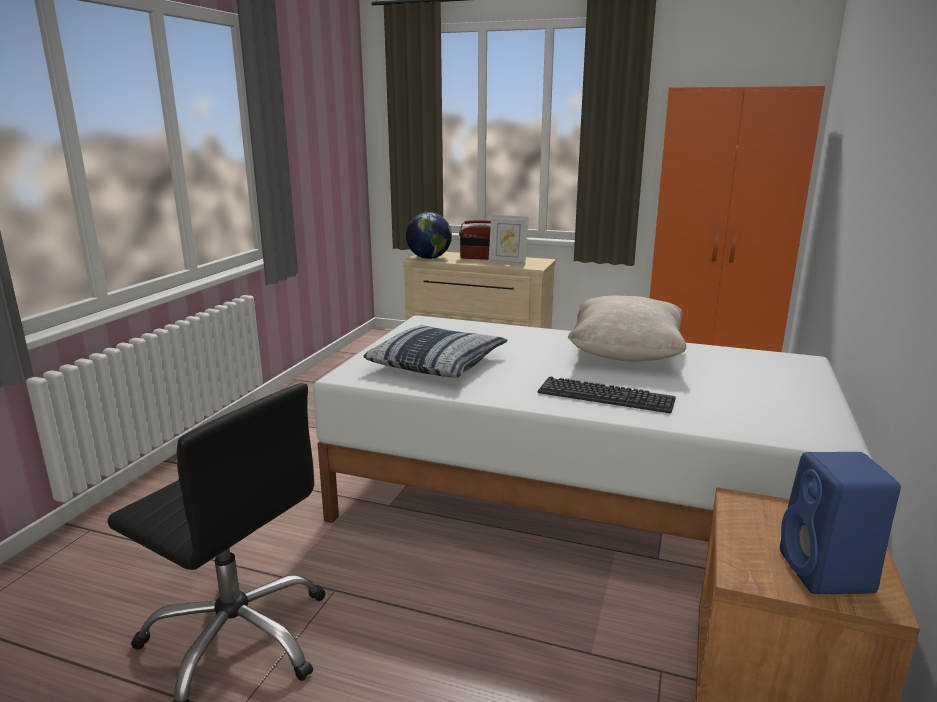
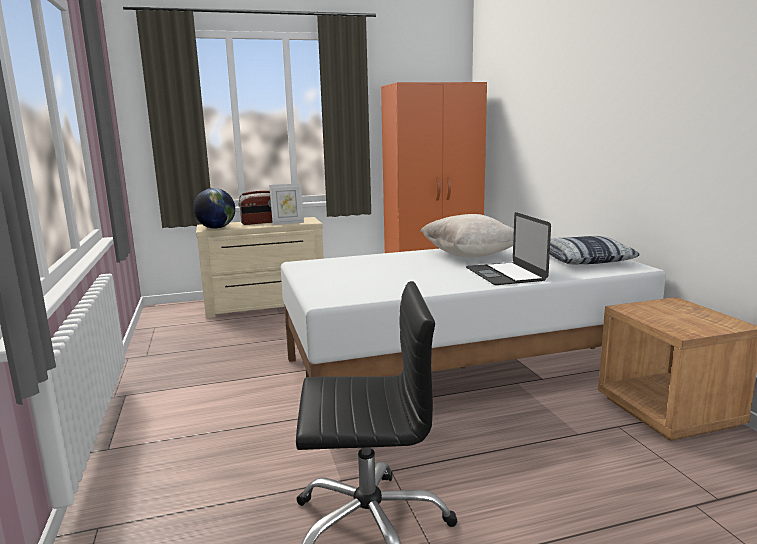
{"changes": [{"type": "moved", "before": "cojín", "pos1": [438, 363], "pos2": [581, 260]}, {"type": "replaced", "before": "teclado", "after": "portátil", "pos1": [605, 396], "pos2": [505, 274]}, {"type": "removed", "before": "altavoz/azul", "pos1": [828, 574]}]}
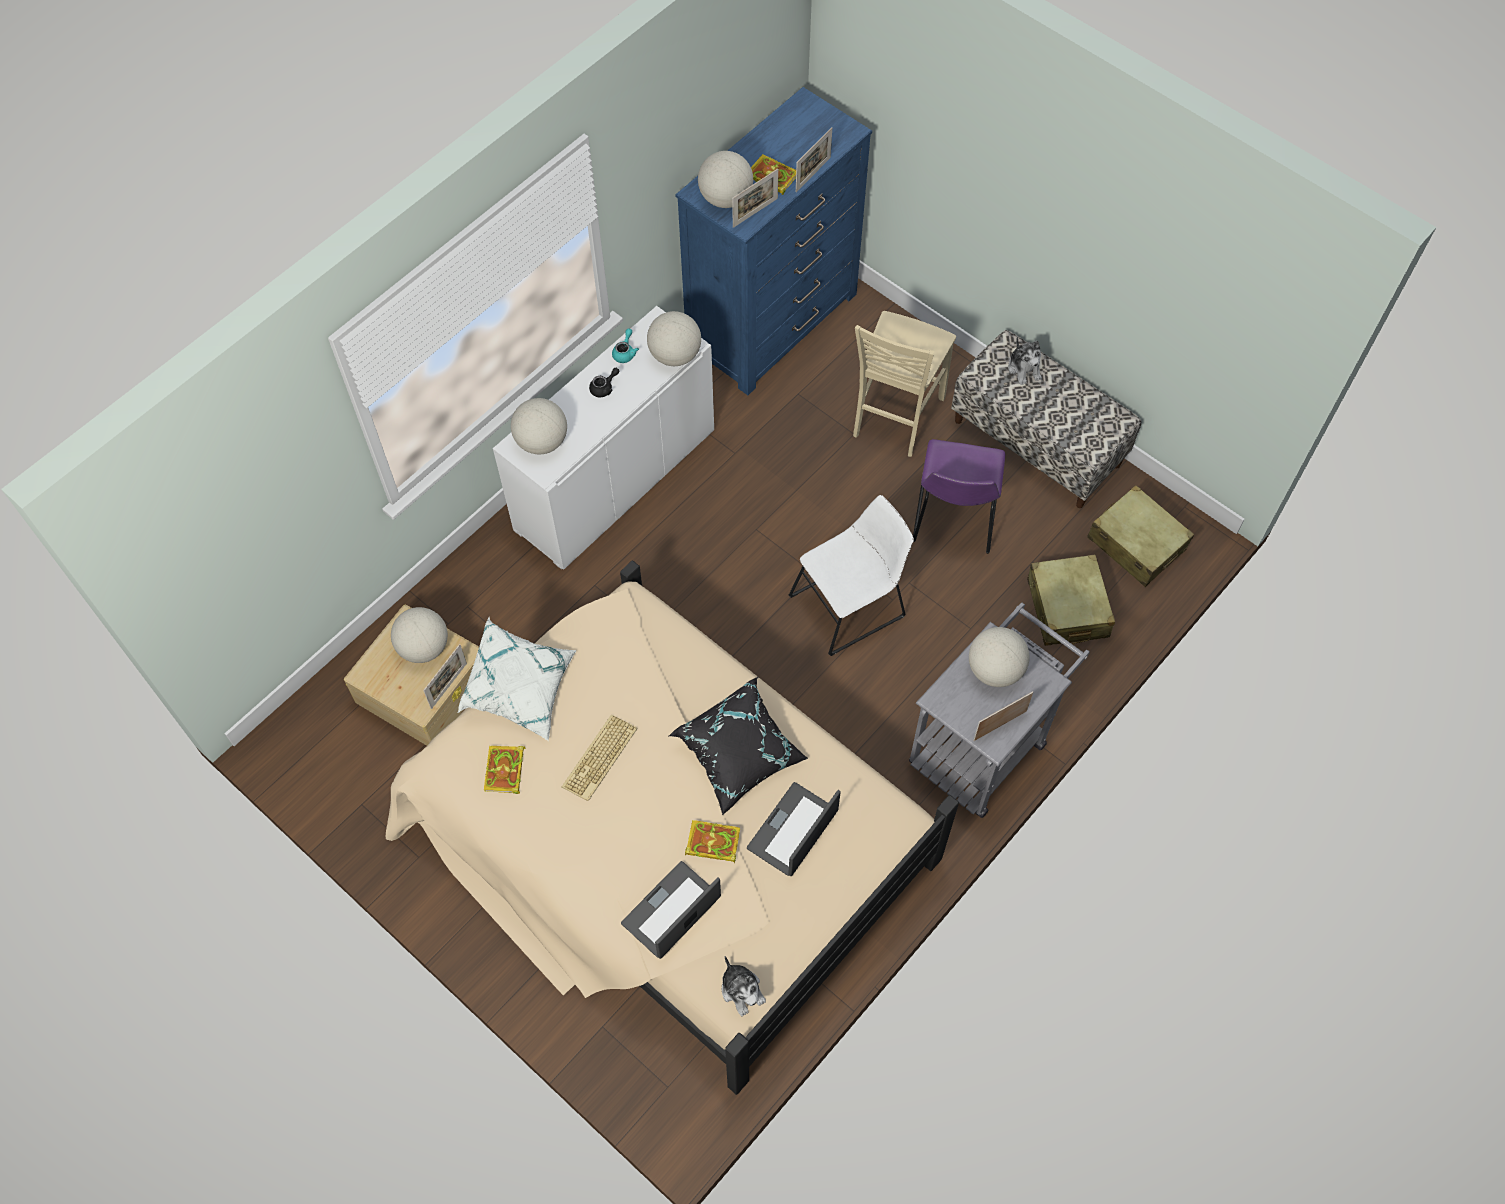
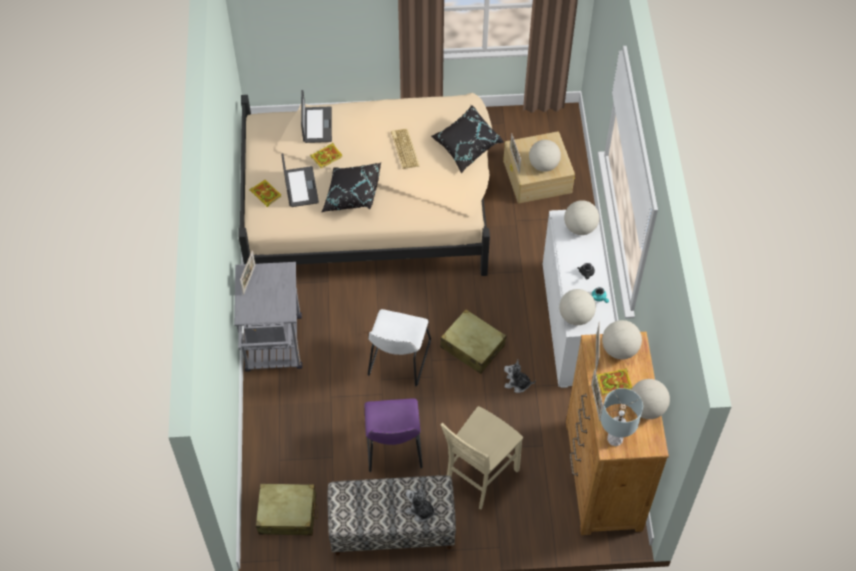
{"changes": [{"type": "recoloured", "before": "cómoda/azul", "after": "cómoda/marrón", "pos1": [773, 322], "pos2": [602, 475]}, {"type": "turned", "before": "silla/beis", "pos1": [895, 417], "pos2": [479, 477], "turn": -120}, {"type": "turned", "before": "silla/morado", "pos1": [954, 517], "pos2": [394, 447], "turn": -150}, {"type": "moved", "before": "maleta/beis", "pos1": [1067, 608], "pos2": [472, 346]}, {"type": "recoloured", "before": "cojín/blanco", "after": "cojín/negro", "pos1": [521, 689], "pos2": [466, 147]}, {"type": "moved", "before": "globo terráqueo", "pos1": [994, 670], "pos2": [646, 408]}, {"type": "moved", "before": "libro", "pos1": [505, 772], "pos2": [265, 194]}, {"type": "moved", "before": "peluche", "pos1": [742, 990], "pos2": [517, 383]}, {"type": "added", "after": "lámpara de mesa/gris", "pos2": [614, 439]}]}
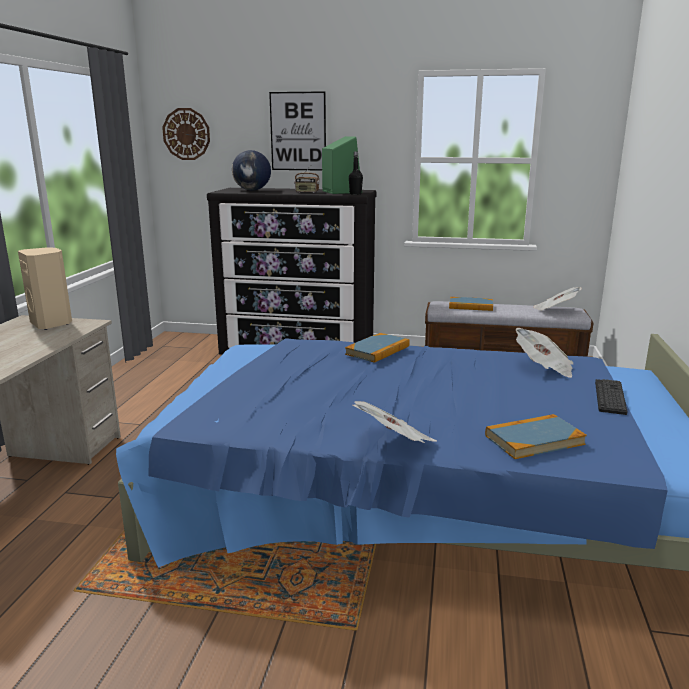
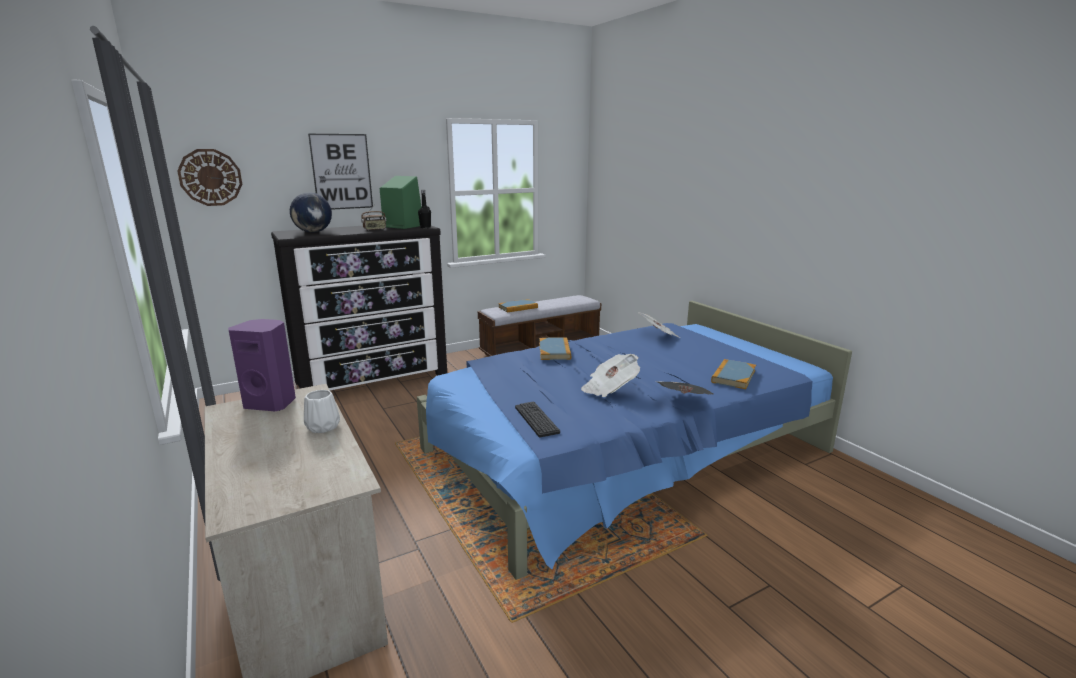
{"changes": [{"type": "recoloured", "before": "altavoz/beis", "after": "altavoz/morado", "pos1": [52, 324], "pos2": [271, 403]}, {"type": "moved", "before": "periódico", "pos1": [554, 310], "pos2": [609, 389]}, {"type": "moved", "before": "teclado", "pos1": [610, 397], "pos2": [536, 419]}, {"type": "added", "after": "florero/blanco", "pos2": [324, 427]}]}
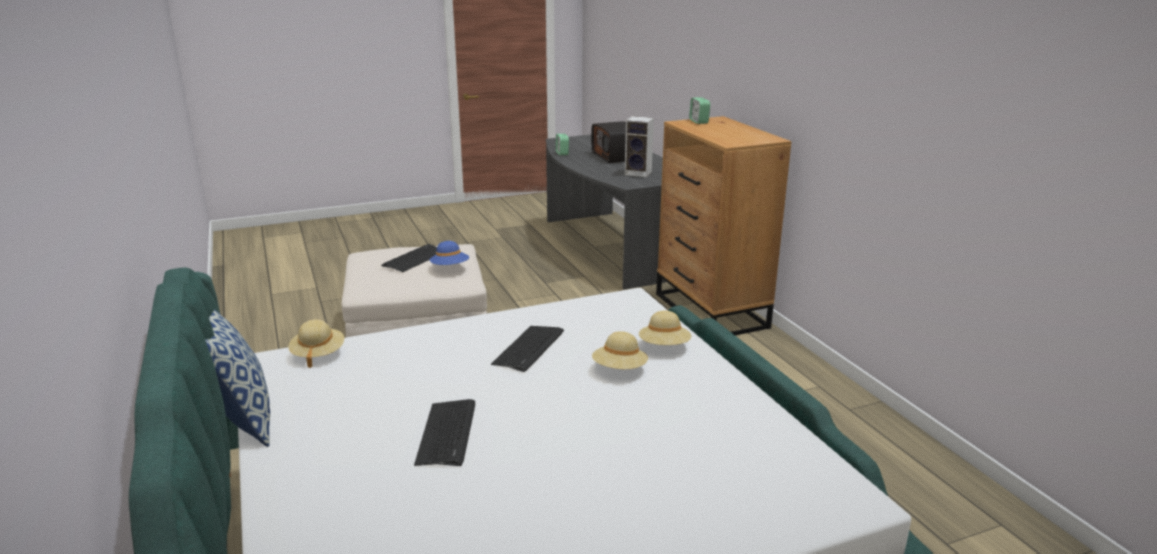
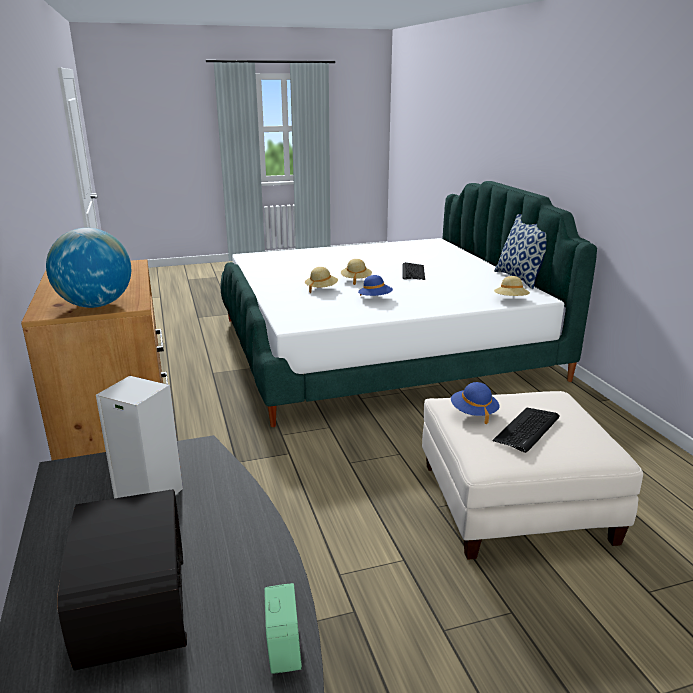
{"changes": [{"type": "replaced", "before": "despertador", "after": "globo terráqueo", "pos1": [699, 121], "pos2": [95, 305]}, {"type": "moved", "before": "sombrero/beis", "pos1": [664, 346], "pos2": [356, 280]}, {"type": "replaced", "before": "teclado", "after": "sombrero/azul", "pos1": [529, 348], "pos2": [375, 299]}]}
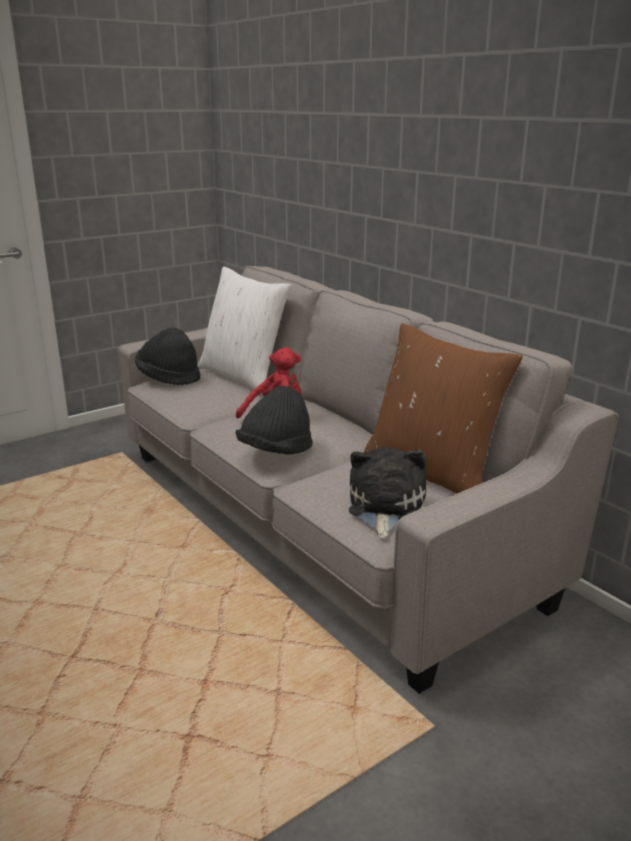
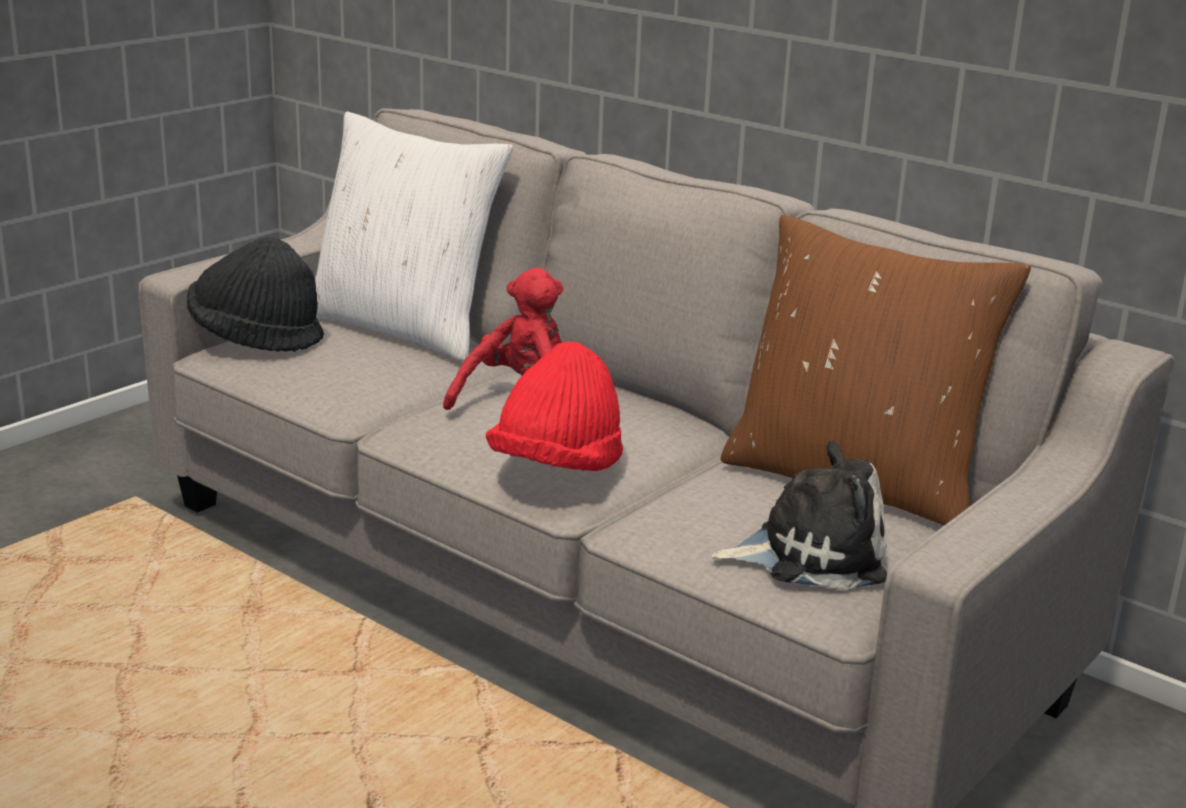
{"changes": [{"type": "recoloured", "before": "sombrero/negro", "after": "sombrero/rojo", "pos1": [275, 451], "pos2": [557, 468]}, {"type": "turned", "before": "peluche", "pos1": [384, 508], "pos2": [811, 554], "turn": 90}]}
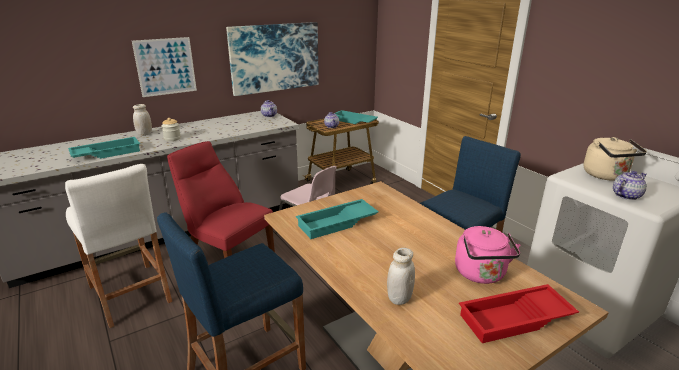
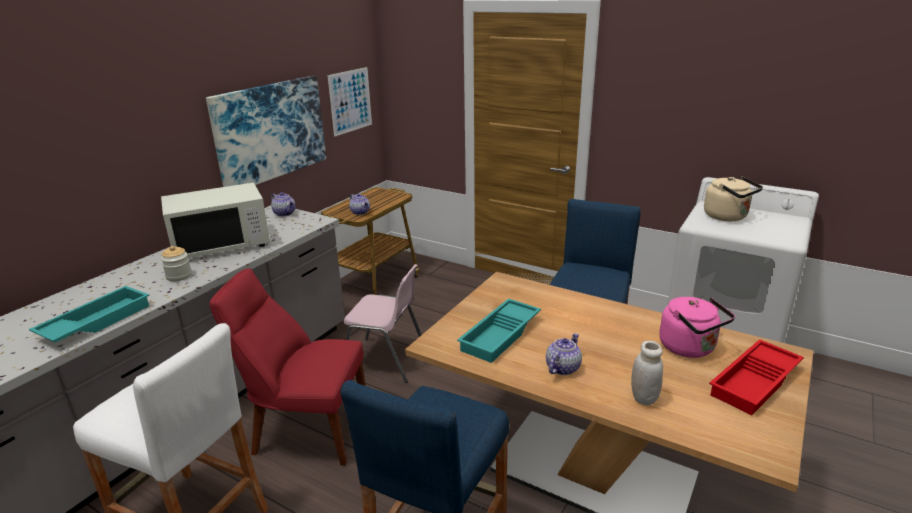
{"changes": [{"type": "moved", "before": "cuadro", "pos1": [165, 66], "pos2": [350, 101]}, {"type": "removed", "before": "tarro/blanco", "pos1": [145, 134]}, {"type": "removed", "before": "bandeja/turquesa", "pos1": [354, 121]}, {"type": "moved", "before": "tetera", "pos1": [626, 195], "pos2": [562, 367]}, {"type": "added", "after": "microondas/blanco", "pos2": [221, 245]}]}
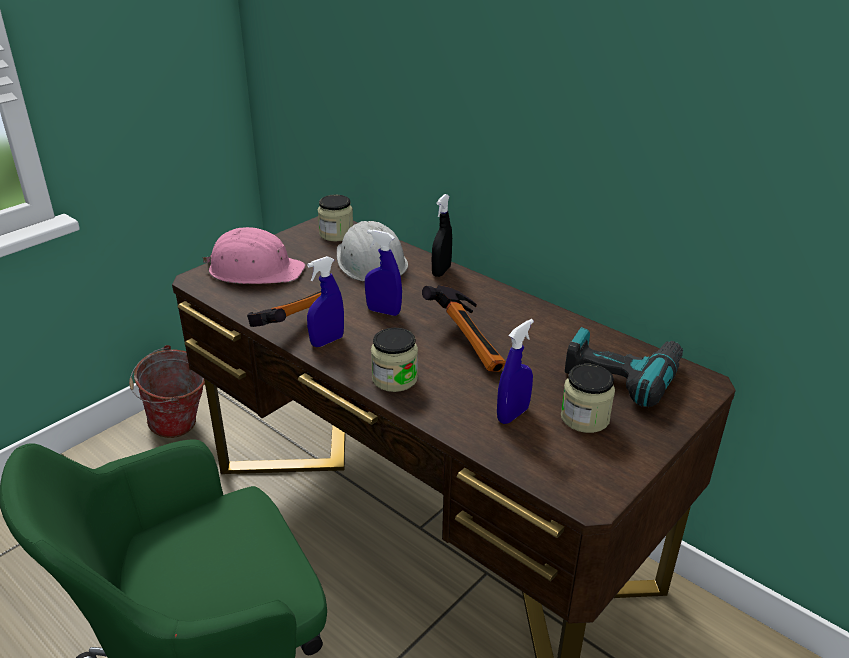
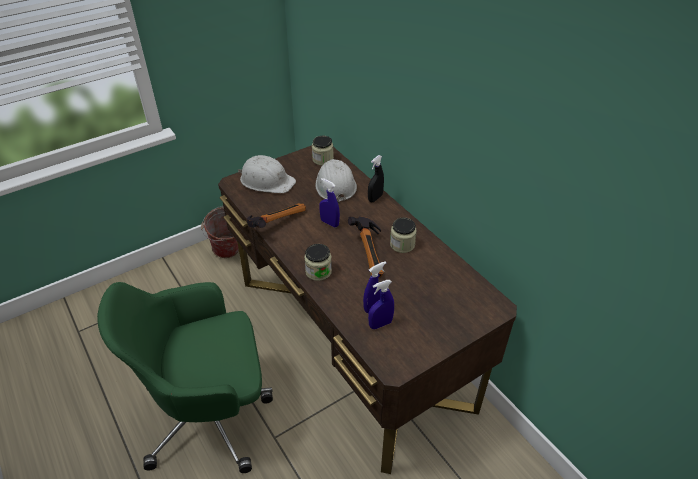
{"changes": [{"type": "recoloured", "before": "casco/rosa", "after": "casco/blanco", "pos1": [255, 270], "pos2": [267, 180]}, {"type": "moved", "before": "pulverizador/azul", "pos1": [327, 341], "pos2": [380, 324]}, {"type": "removed", "before": "taladro", "pos1": [622, 374]}, {"type": "moved", "before": "tarro", "pos1": [585, 418], "pos2": [402, 244]}]}
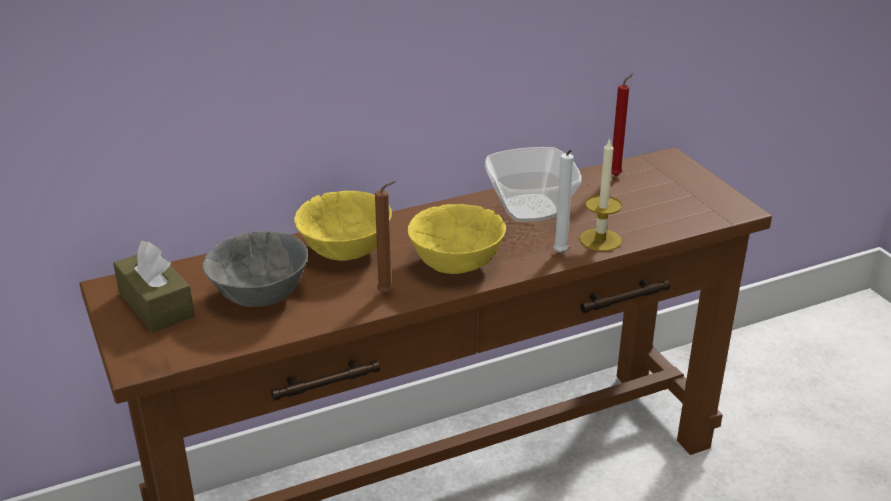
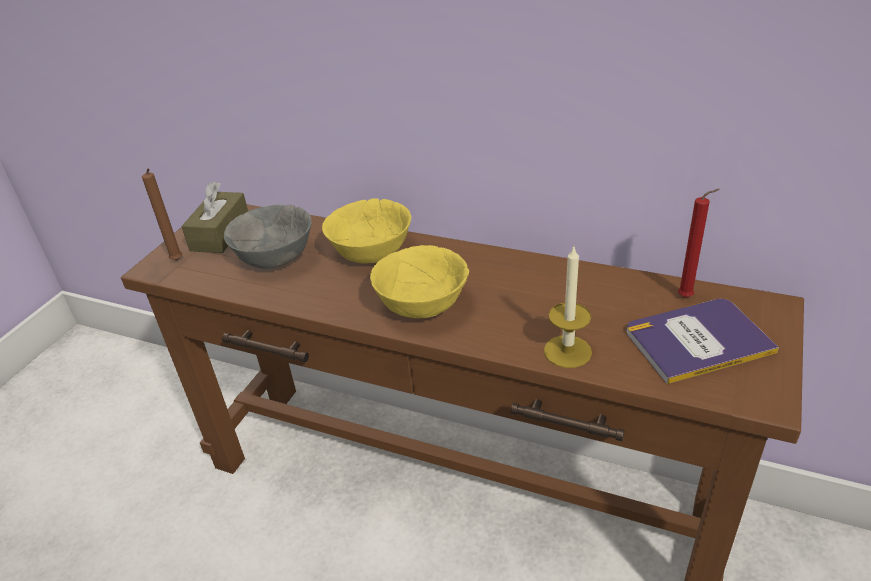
{"changes": [{"type": "removed", "before": "cuenco", "pos1": [529, 209]}, {"type": "removed", "before": "vela/blanco", "pos1": [561, 254]}, {"type": "moved", "before": "vela/marrón", "pos1": [387, 293], "pos2": [177, 261]}, {"type": "added", "after": "libro", "pos2": [697, 340]}]}
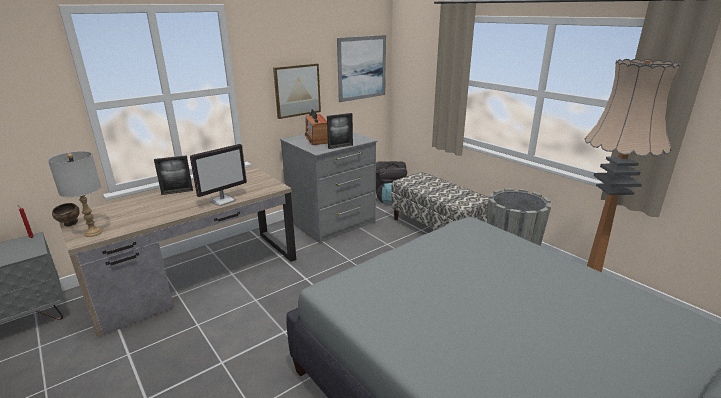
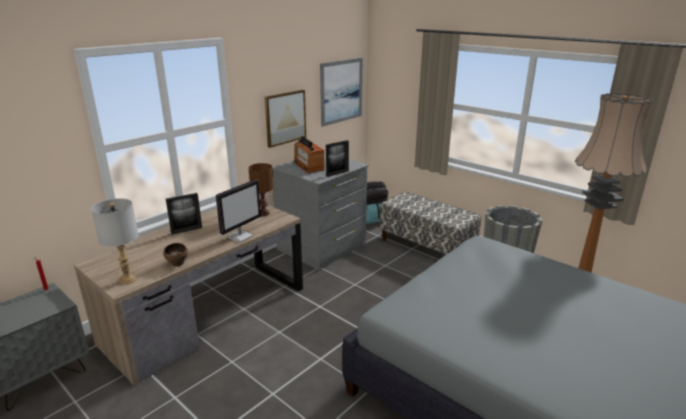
{"changes": [{"type": "moved", "before": "cuenco/marrón", "pos1": [70, 224], "pos2": [178, 264]}, {"type": "added", "after": "lámpara de mesa/marrón", "pos2": [264, 214]}]}
